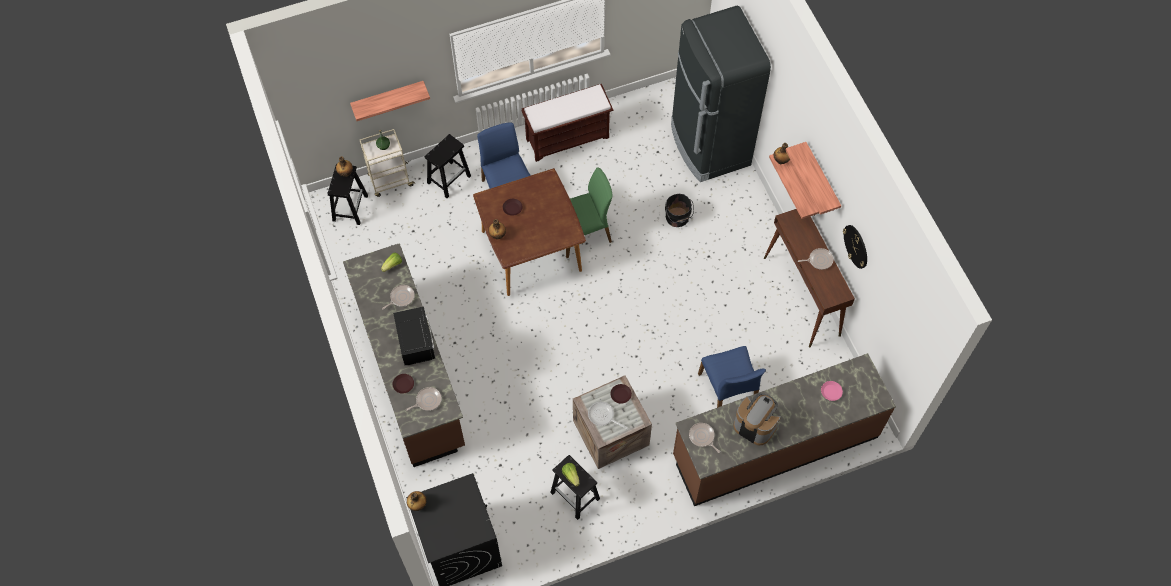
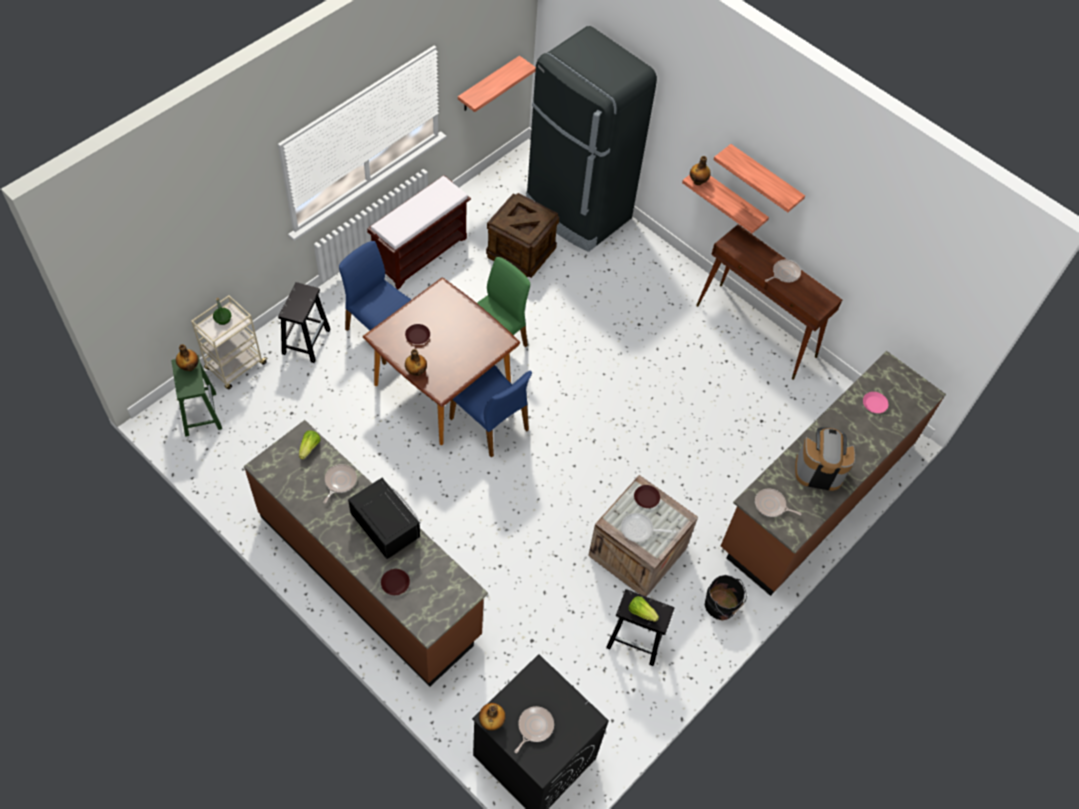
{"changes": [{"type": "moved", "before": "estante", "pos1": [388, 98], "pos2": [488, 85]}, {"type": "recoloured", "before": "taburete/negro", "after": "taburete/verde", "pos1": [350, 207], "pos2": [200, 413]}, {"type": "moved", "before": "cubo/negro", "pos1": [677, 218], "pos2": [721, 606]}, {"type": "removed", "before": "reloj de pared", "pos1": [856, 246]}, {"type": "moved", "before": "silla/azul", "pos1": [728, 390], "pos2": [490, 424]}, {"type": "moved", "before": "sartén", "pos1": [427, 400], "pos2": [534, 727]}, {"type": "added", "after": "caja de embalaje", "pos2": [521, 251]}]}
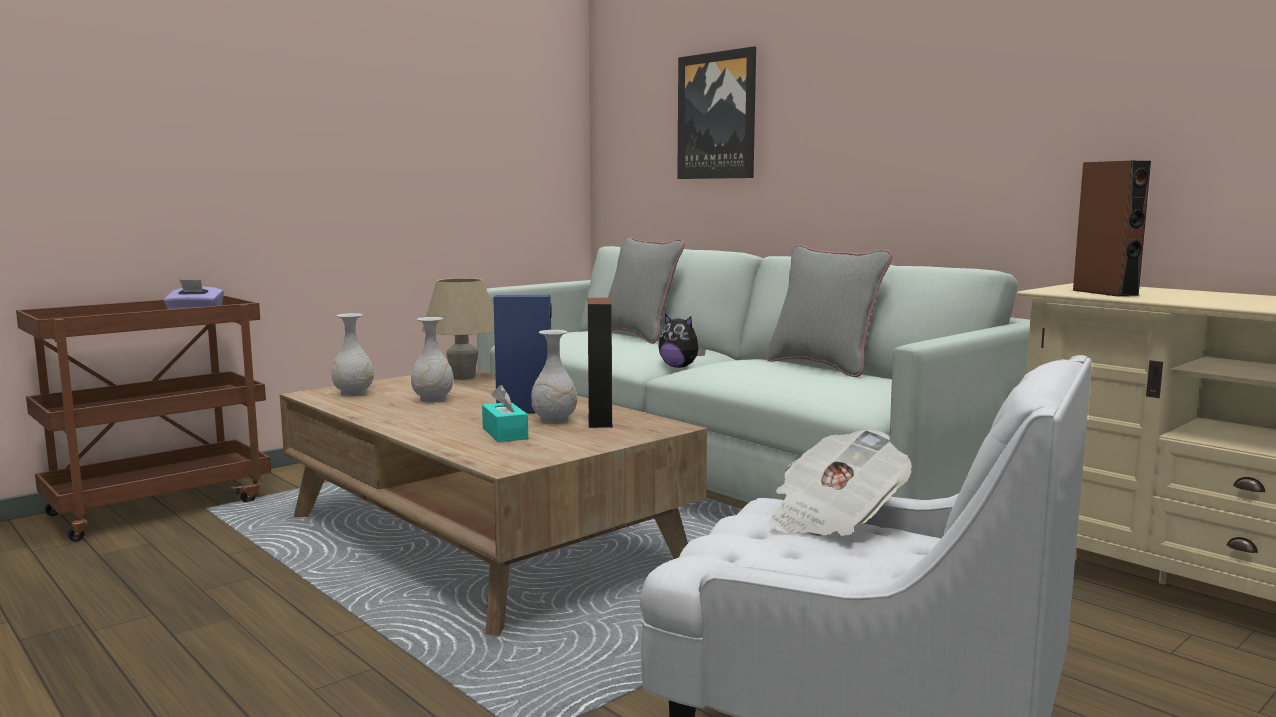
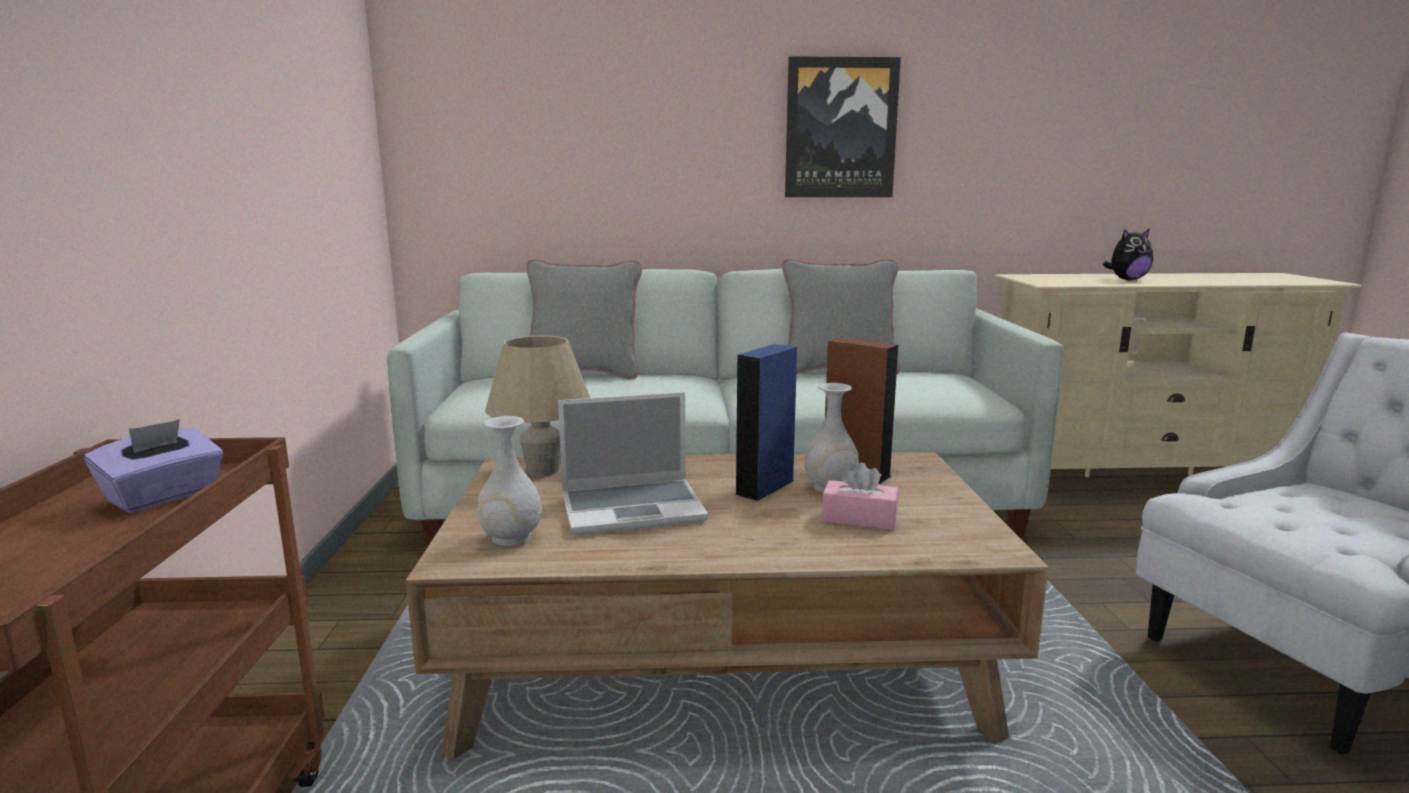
{"changes": [{"type": "moved", "before": "cuadro", "pos1": [717, 116], "pos2": [840, 128]}, {"type": "removed", "before": "altavoz/marrón", "pos1": [1104, 293]}, {"type": "moved", "before": "peluche", "pos1": [679, 367], "pos2": [1127, 280]}, {"type": "replaced", "before": "florero/blanco", "after": "portátil", "pos1": [433, 399], "pos2": [634, 508]}, {"type": "recoloured", "before": "caja de pañuelos/turquesa", "after": "caja de pañuelos/rosa", "pos1": [505, 434], "pos2": [859, 518]}, {"type": "removed", "before": "periódico", "pos1": [833, 519]}]}
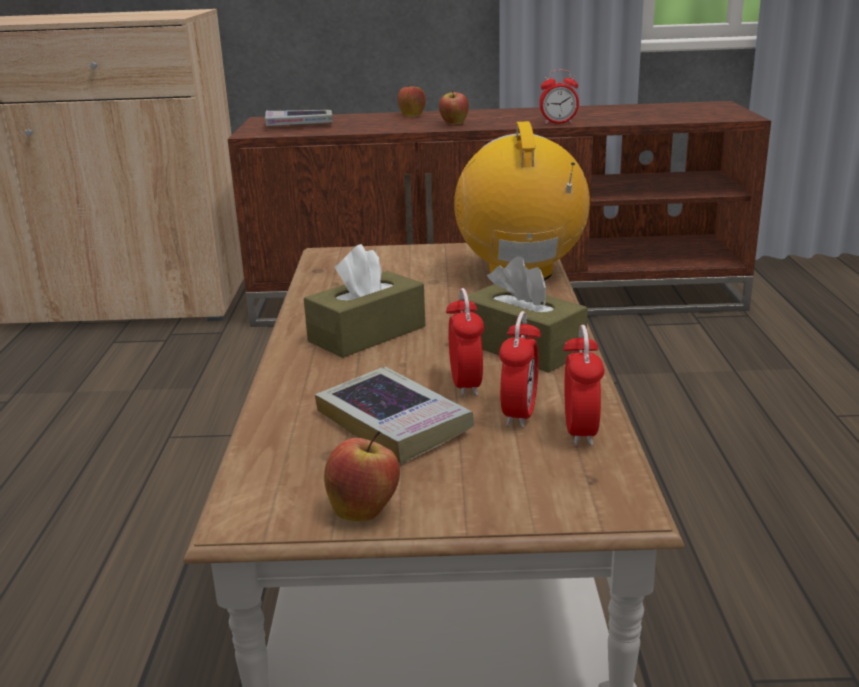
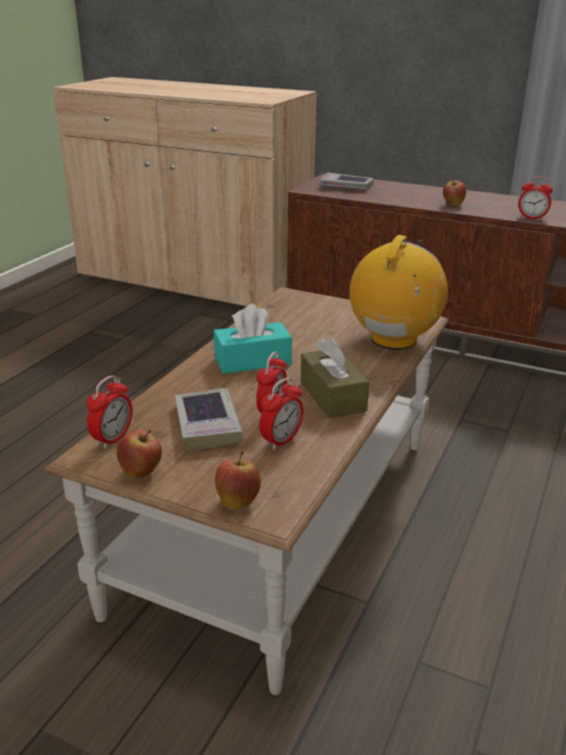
{"changes": [{"type": "moved", "before": "manzana", "pos1": [412, 115], "pos2": [238, 501]}, {"type": "recoloured", "before": "caja de pañuelos/marrón", "after": "caja de pañuelos/turquesa", "pos1": [367, 334], "pos2": [252, 361]}, {"type": "moved", "before": "despertador", "pos1": [580, 432], "pos2": [112, 439]}]}
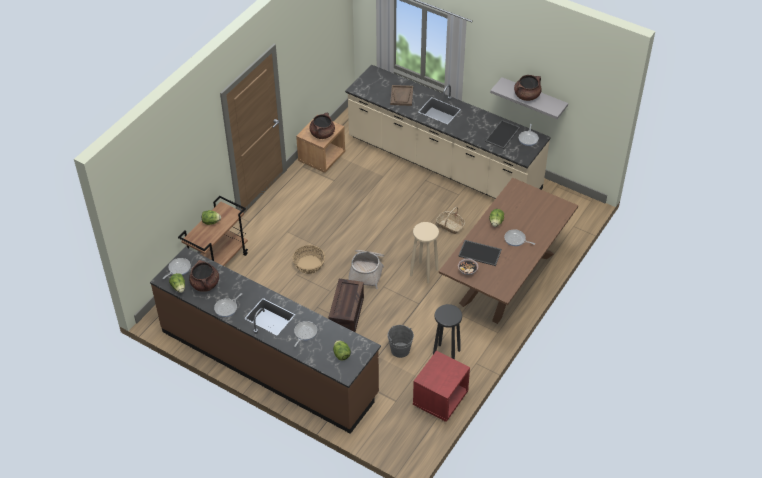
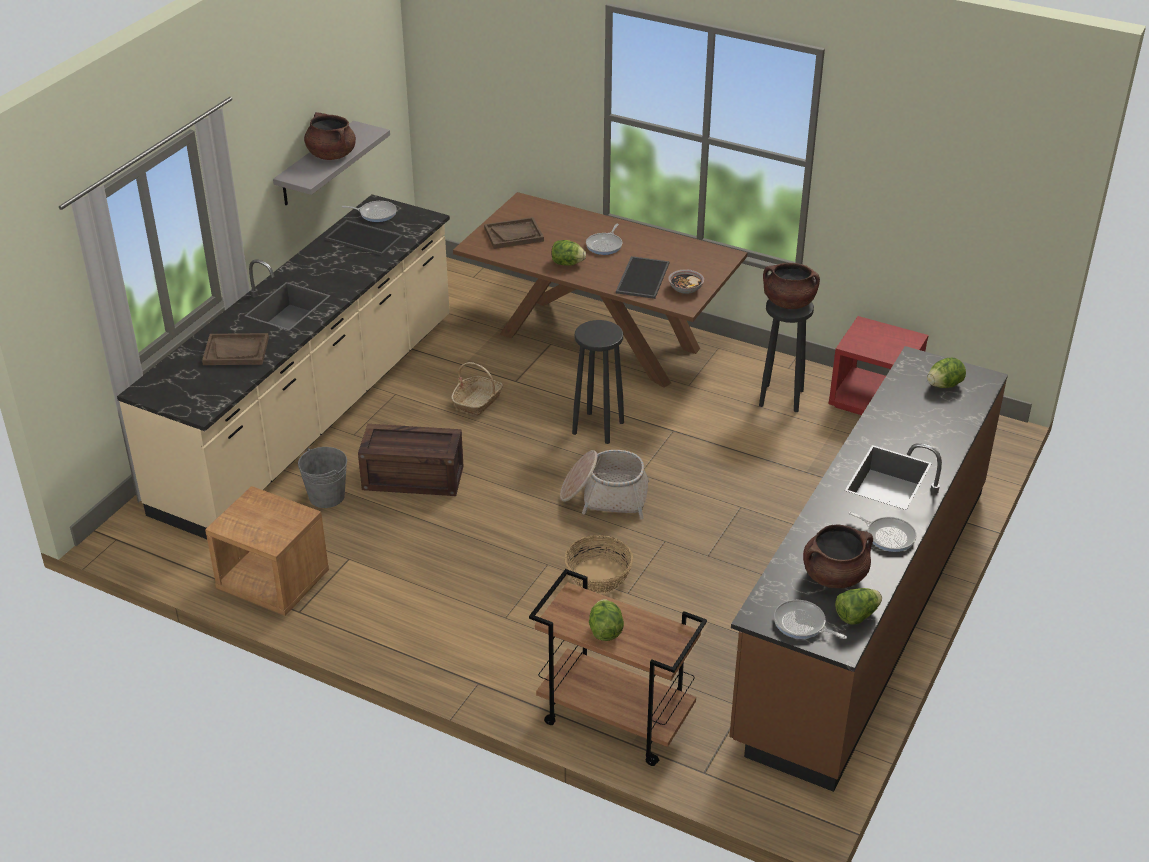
{"changes": [{"type": "moved", "before": "olla/marrón", "pos1": [322, 134], "pos2": [788, 303]}, {"type": "recoloured", "before": "taburete/beis", "after": "taburete/negro", "pos1": [424, 272], "pos2": [597, 427]}, {"type": "moved", "before": "caja de embalaje", "pos1": [347, 315], "pos2": [414, 477]}, {"type": "removed", "before": "sartén", "pos1": [304, 333]}, {"type": "moved", "before": "cubo/gris", "pos1": [400, 350], "pos2": [326, 496]}, {"type": "added", "after": "bandeja/marrón", "pos2": [514, 234]}]}
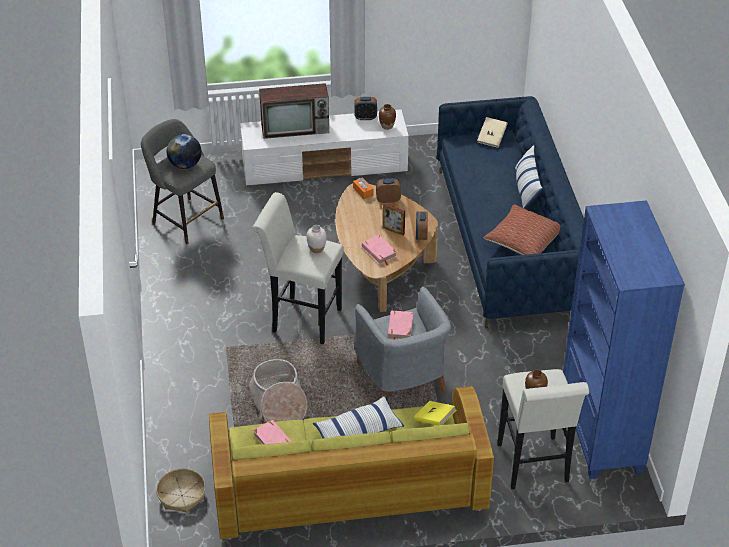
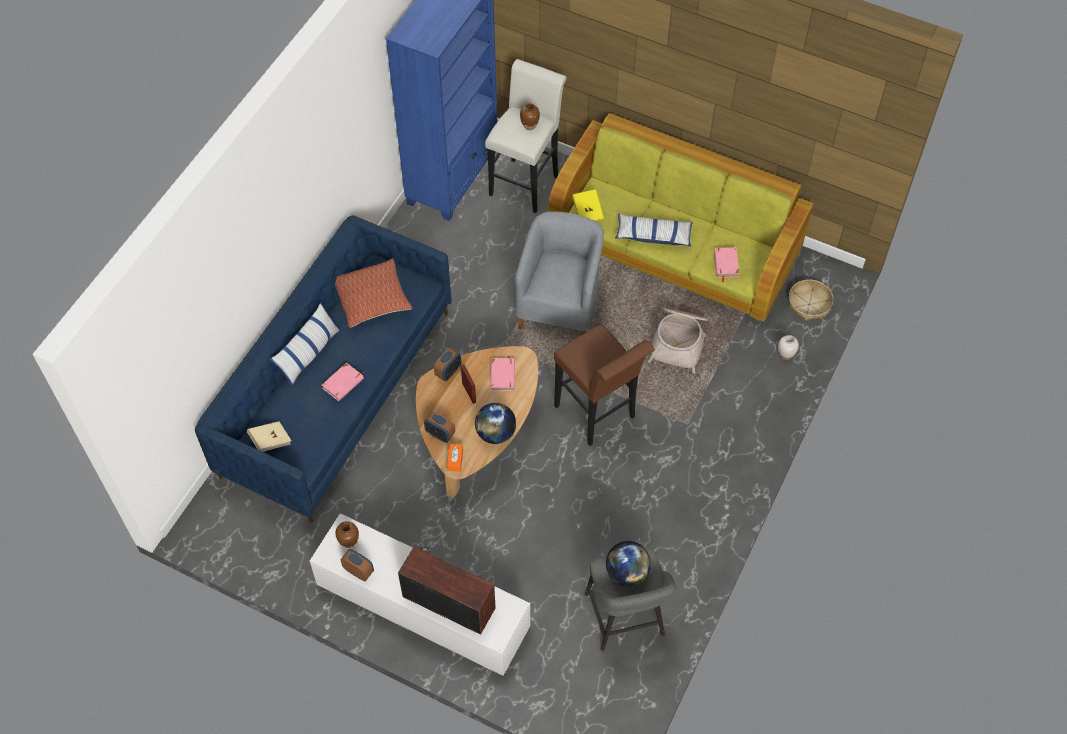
{"changes": [{"type": "recoloured", "before": "taburete/blanco", "after": "taburete/marrón", "pos1": [301, 319], "pos2": [598, 415]}, {"type": "moved", "before": "florero/blanco", "pos1": [316, 249], "pos2": [785, 354]}, {"type": "moved", "before": "libro/rosa", "pos1": [400, 327], "pos2": [343, 383]}, {"type": "added", "after": "globo terráqueo", "pos2": [495, 433]}]}
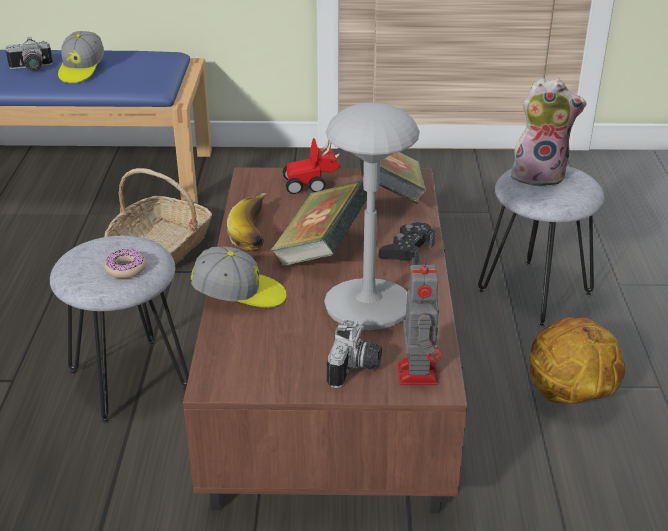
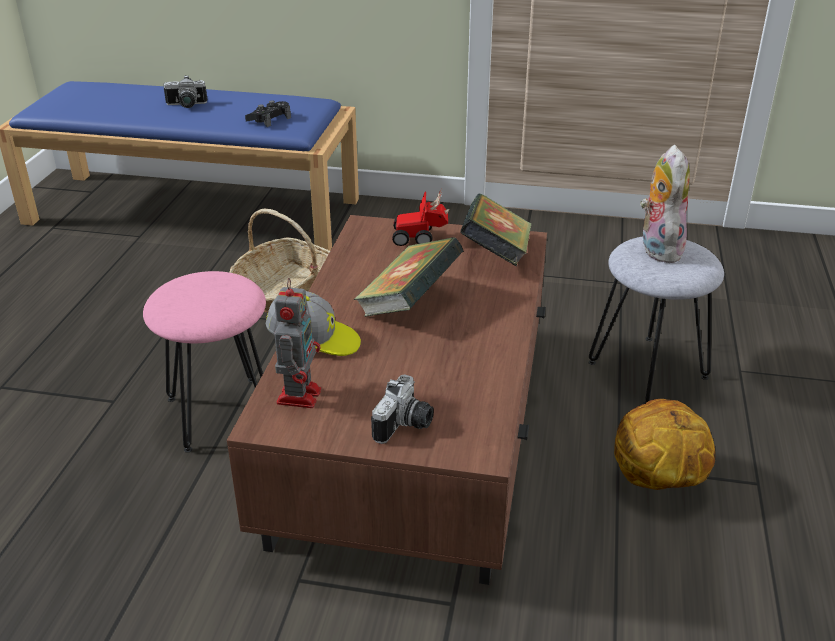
{"changes": [{"type": "removed", "before": "gorra", "pos1": [82, 70]}, {"type": "turned", "before": "peluche", "pos1": [539, 175], "pos2": [657, 248], "turn": -105}, {"type": "removed", "before": "lámpara de mesa/gris", "pos1": [368, 308]}, {"type": "removed", "before": "plátano", "pos1": [258, 234]}, {"type": "moved", "before": "mando de consola/negro", "pos1": [407, 250], "pos2": [269, 119]}, {"type": "recoloured", "before": "taburete/gris", "after": "taburete/rosa", "pos1": [128, 380], "pos2": [220, 413]}, {"type": "removed", "before": "rosquilla", "pos1": [126, 269]}, {"type": "moved", "before": "robot de juguete", "pos1": [417, 372], "pos2": [299, 394]}]}
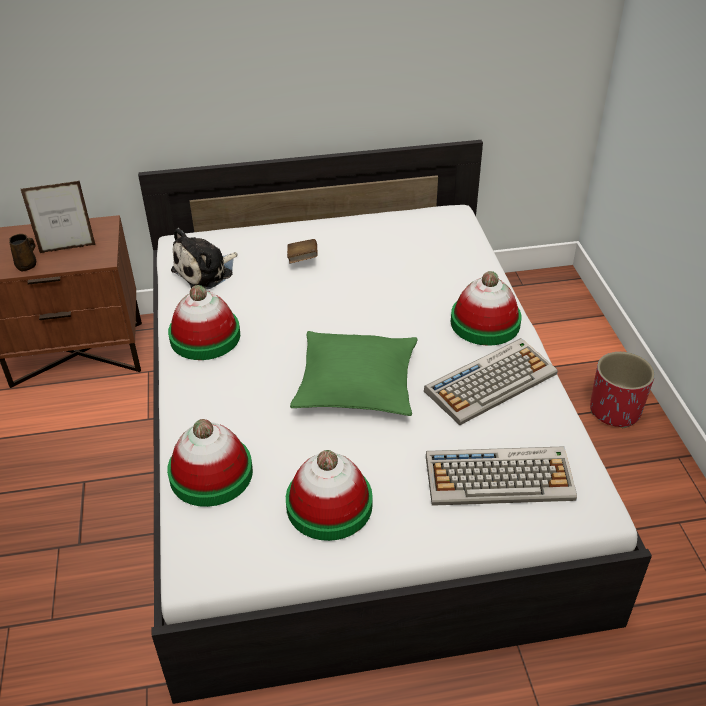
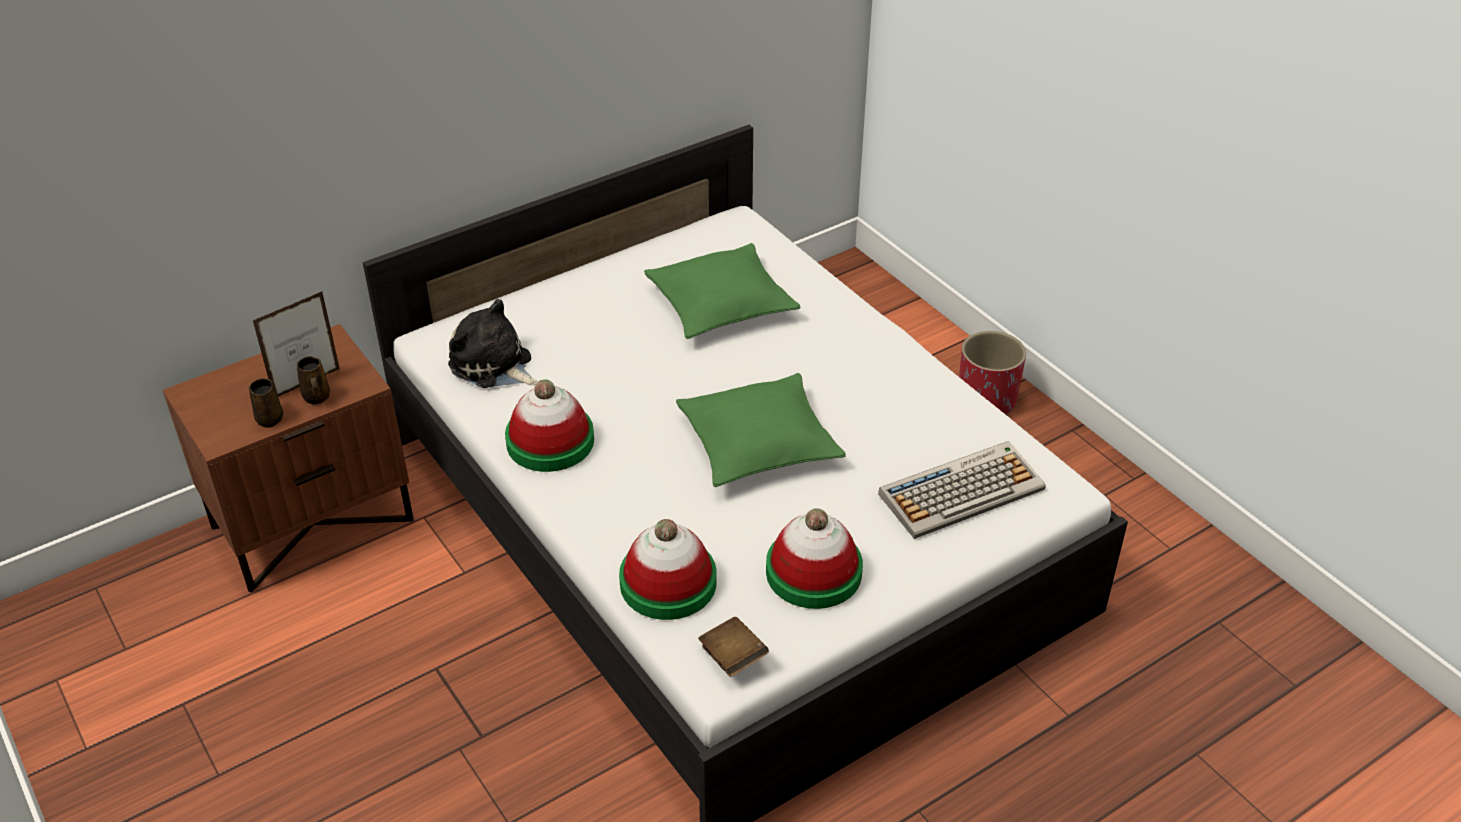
{"changes": [{"type": "turned", "before": "peluche", "pos1": [206, 271], "pos2": [493, 366], "turn": 105}, {"type": "moved", "before": "libro/marrón", "pos1": [302, 260], "pos2": [733, 657]}, {"type": "removed", "before": "sombrero", "pos1": [485, 322]}, {"type": "removed", "before": "teclado", "pos1": [491, 381]}, {"type": "added", "after": "cojín/verde", "pos2": [721, 304]}, {"type": "added", "after": "taza grande/marrón", "pos2": [316, 398]}]}
